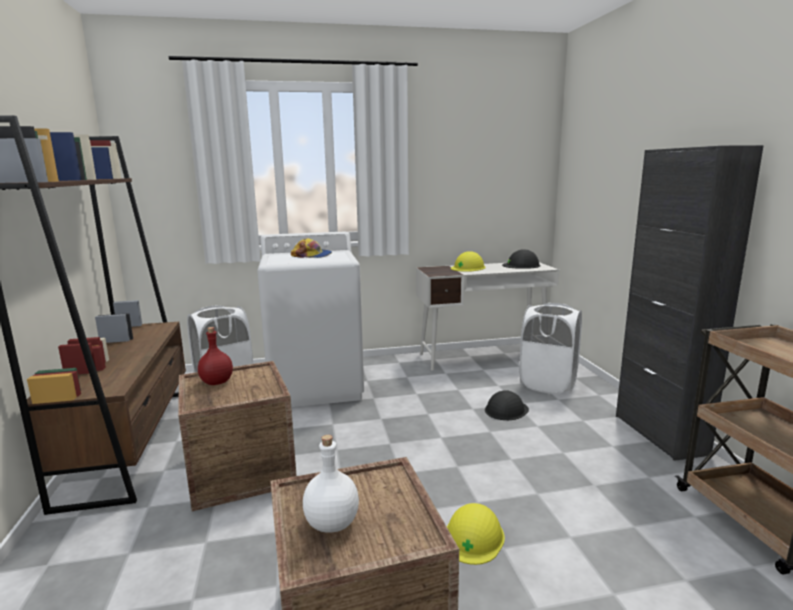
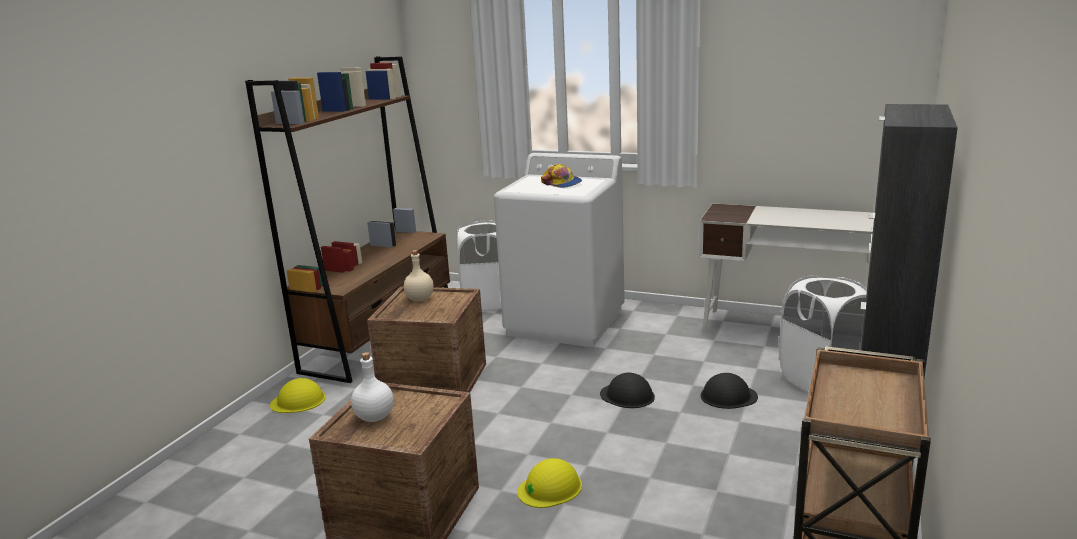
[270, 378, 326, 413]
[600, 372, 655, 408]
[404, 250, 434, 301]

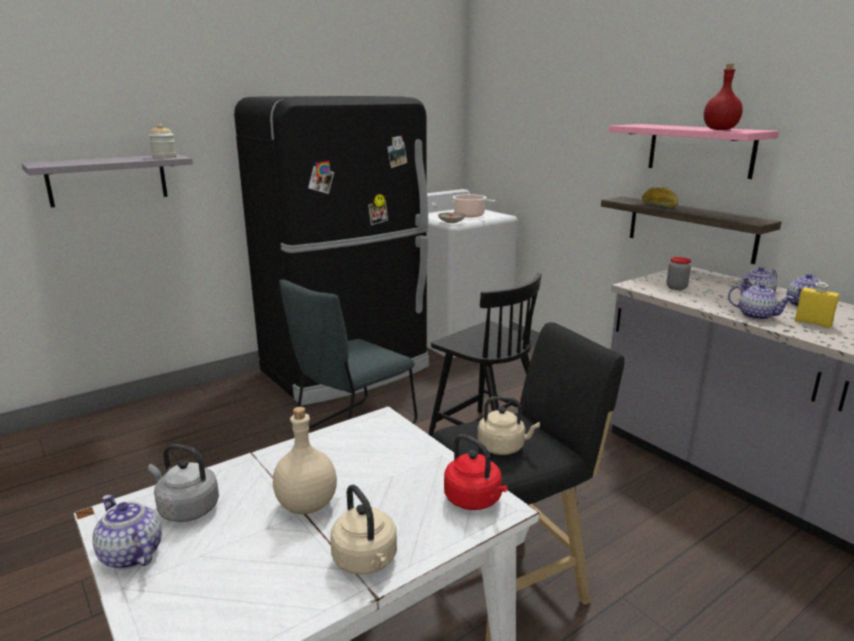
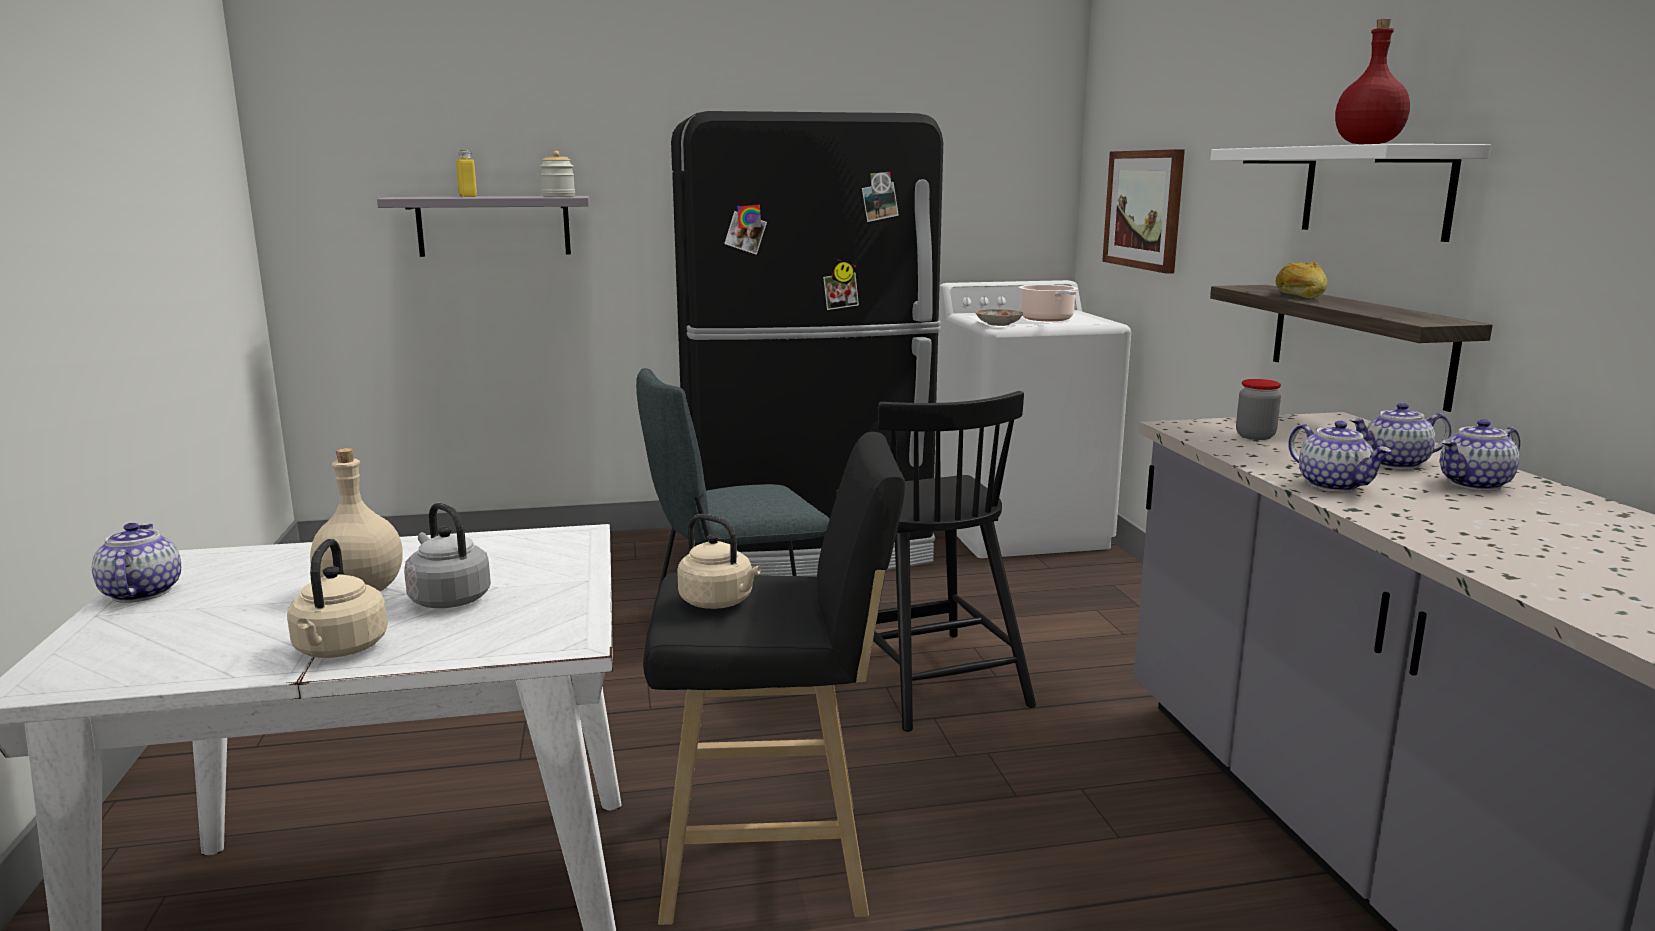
[444, 434, 508, 510] (first image)
[1102, 149, 1185, 274]
[404, 503, 491, 608]
[456, 150, 477, 197]
[1210, 144, 1491, 242]

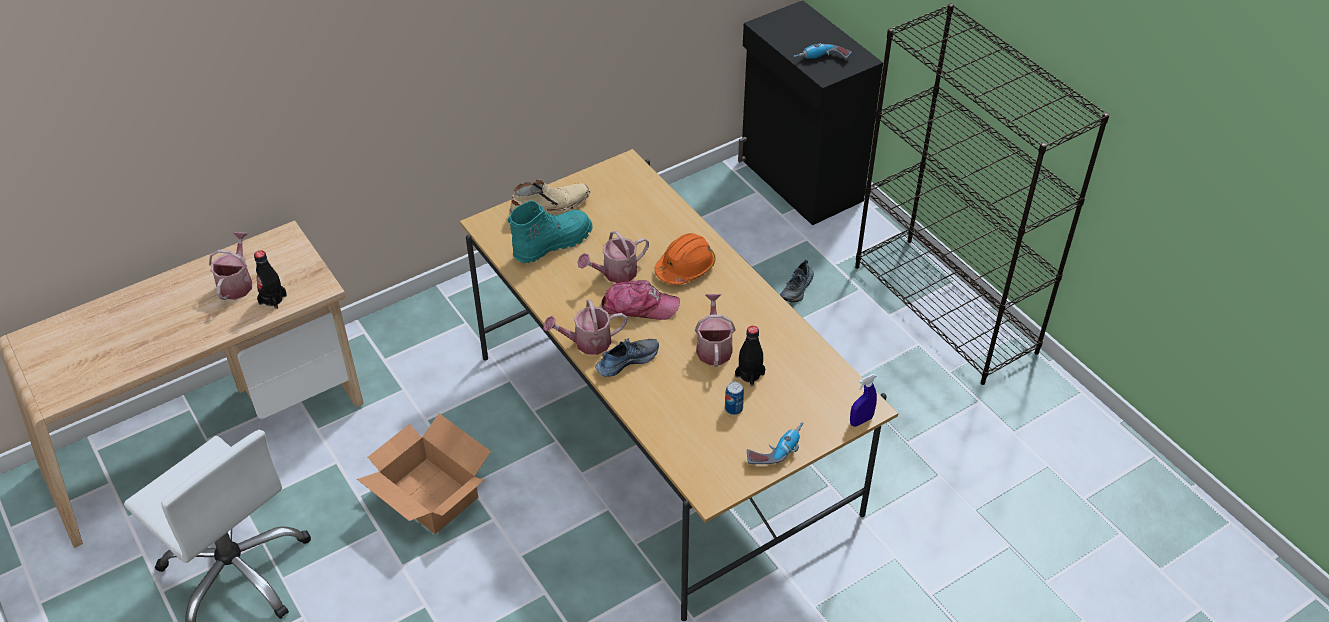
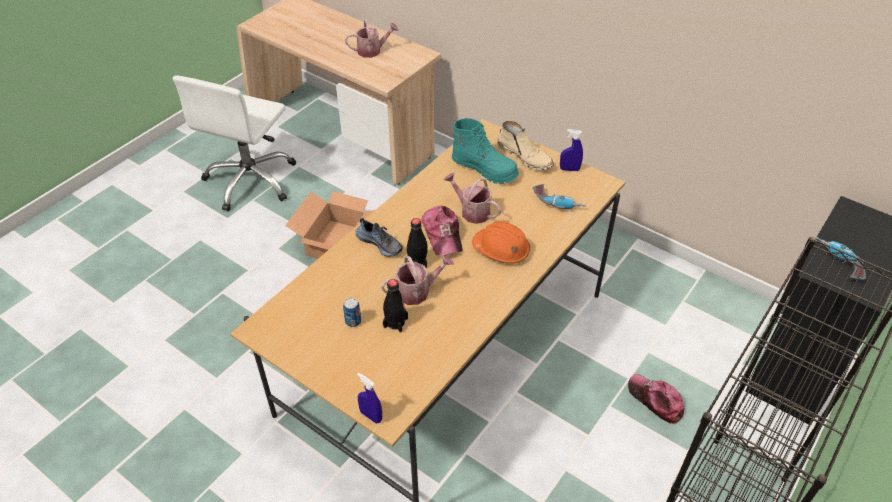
[543, 299, 627, 355] (first image)
[560, 129, 583, 171]
[407, 218, 428, 268]
[533, 184, 586, 209]
[628, 374, 685, 424]

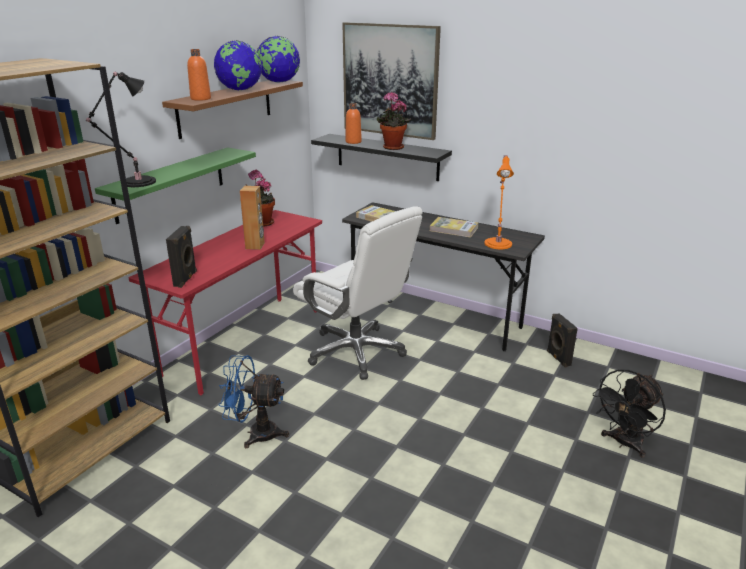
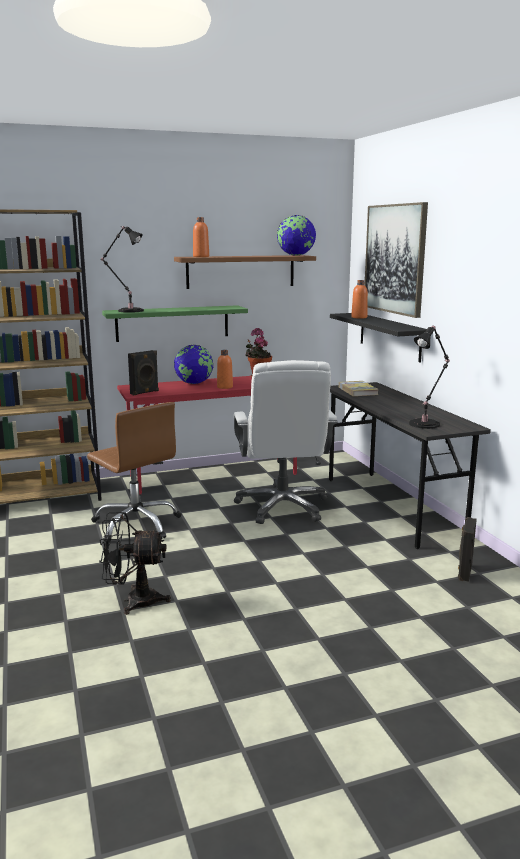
[377, 92, 411, 150] (first image)
[430, 217, 478, 237] (first image)
[174, 345, 213, 384]
[99, 512, 171, 615]
[87, 402, 182, 543]
[217, 350, 233, 389]
[409, 326, 450, 429]

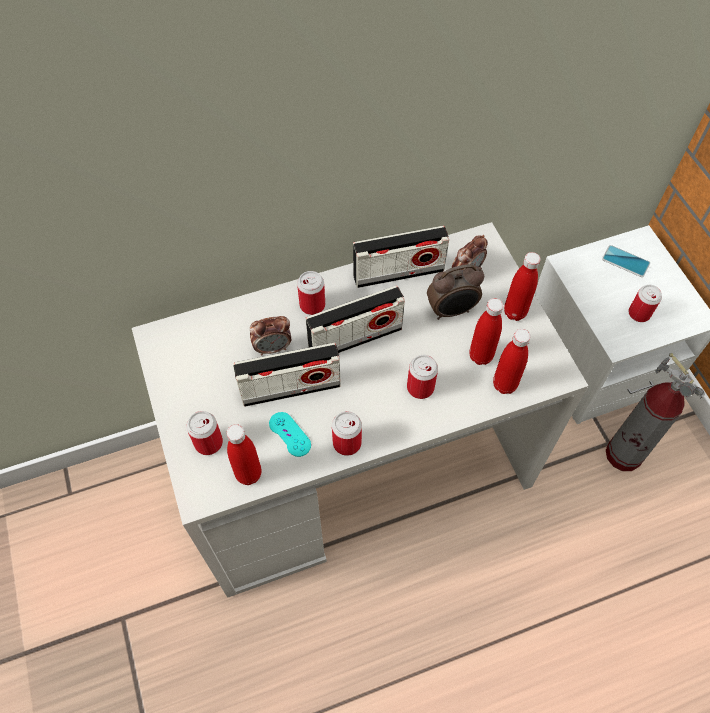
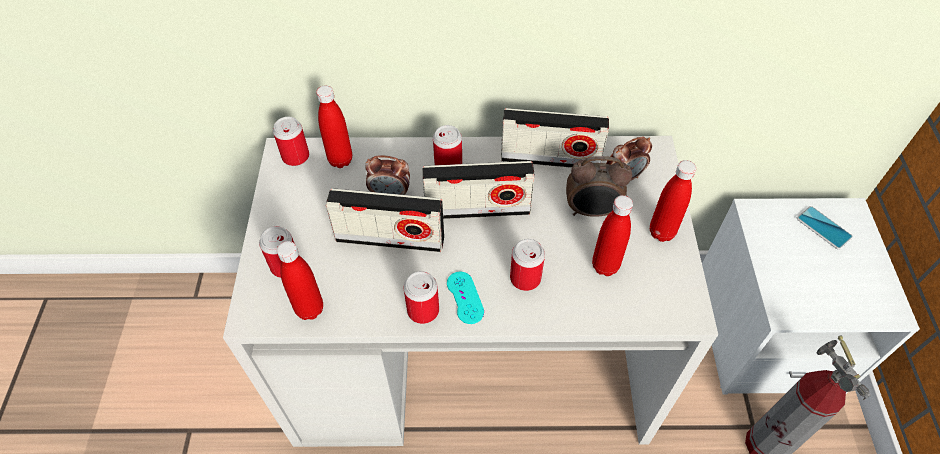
[447, 272, 484, 324]
[316, 85, 352, 168]
[273, 117, 309, 166]

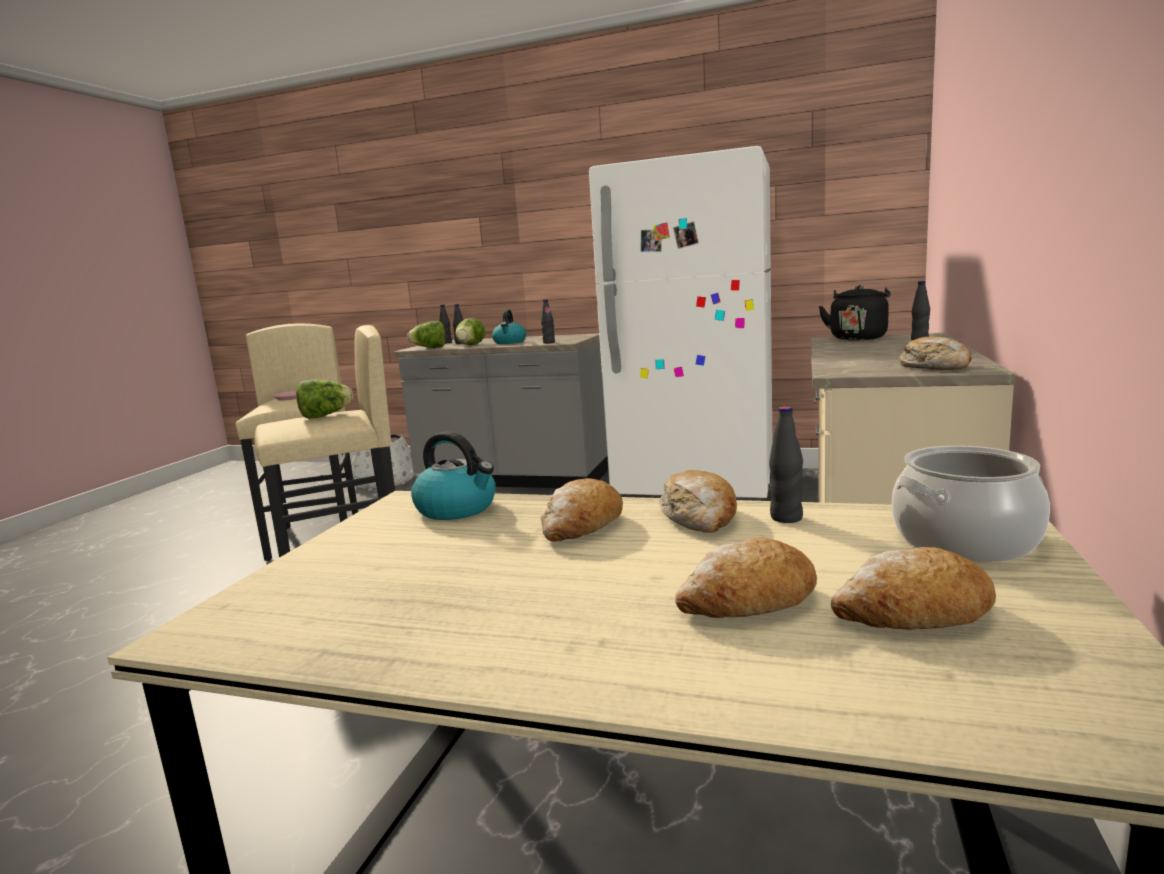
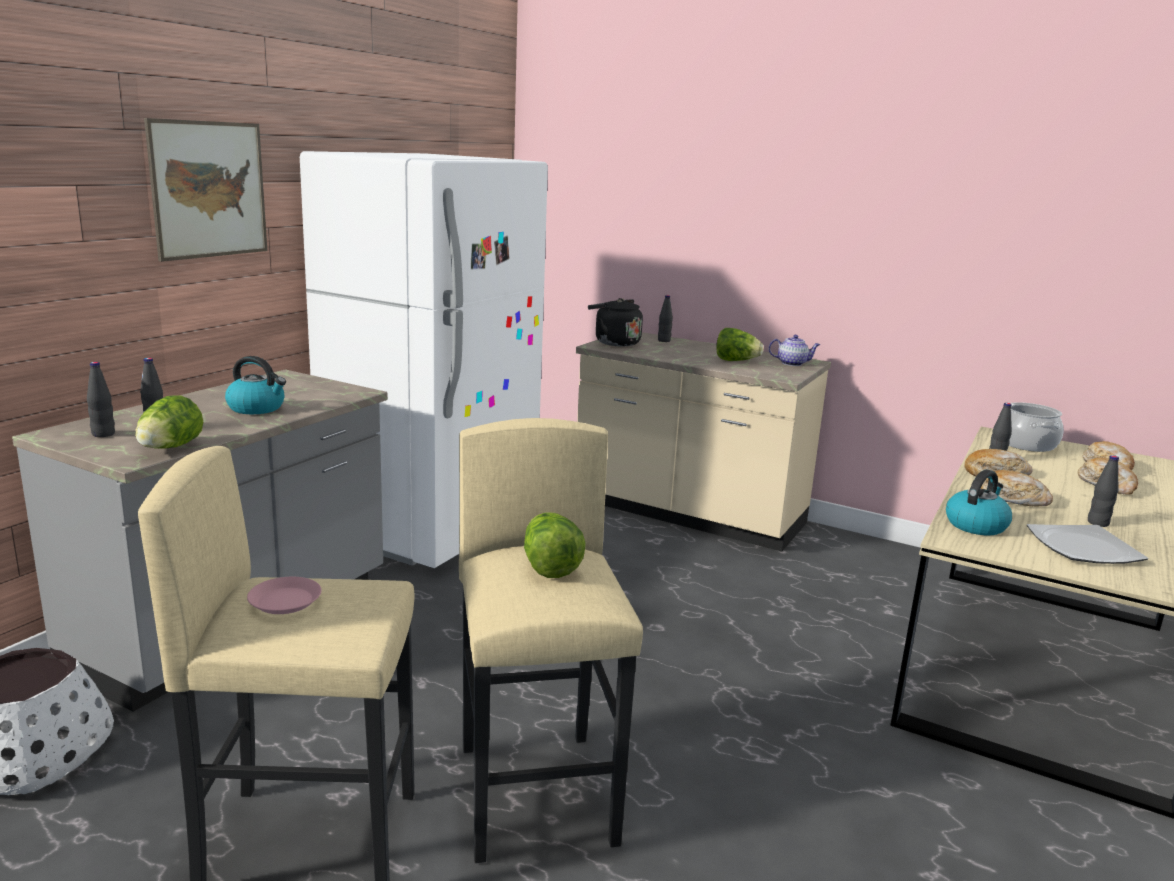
[144, 118, 267, 262]
[1027, 524, 1148, 564]
[716, 328, 764, 361]
[1088, 455, 1119, 527]
[768, 335, 820, 366]

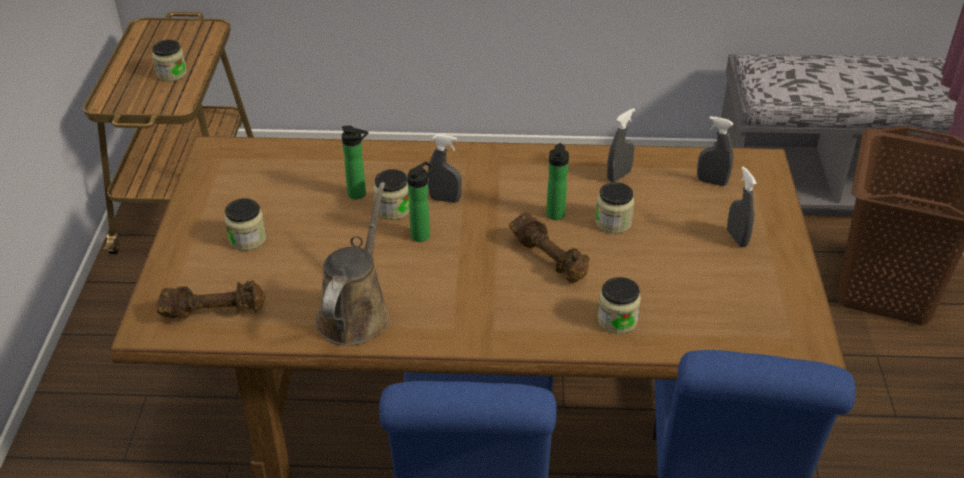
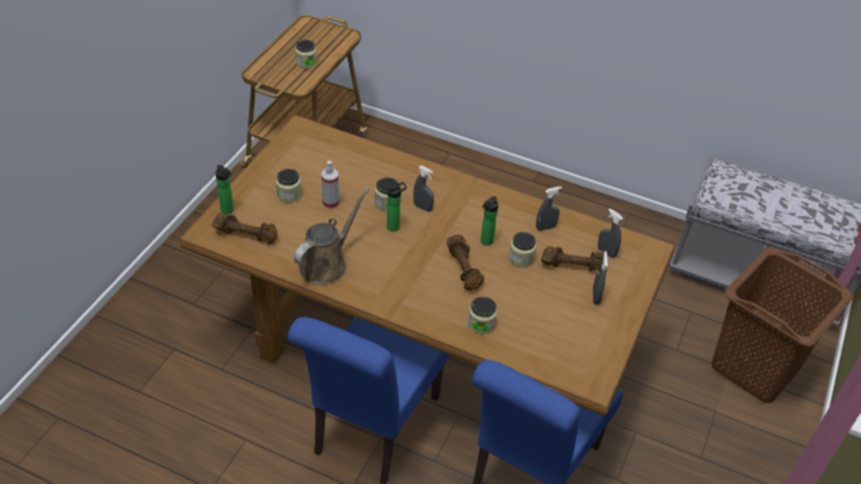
[321, 161, 339, 209]
[541, 246, 604, 272]
[215, 165, 234, 214]

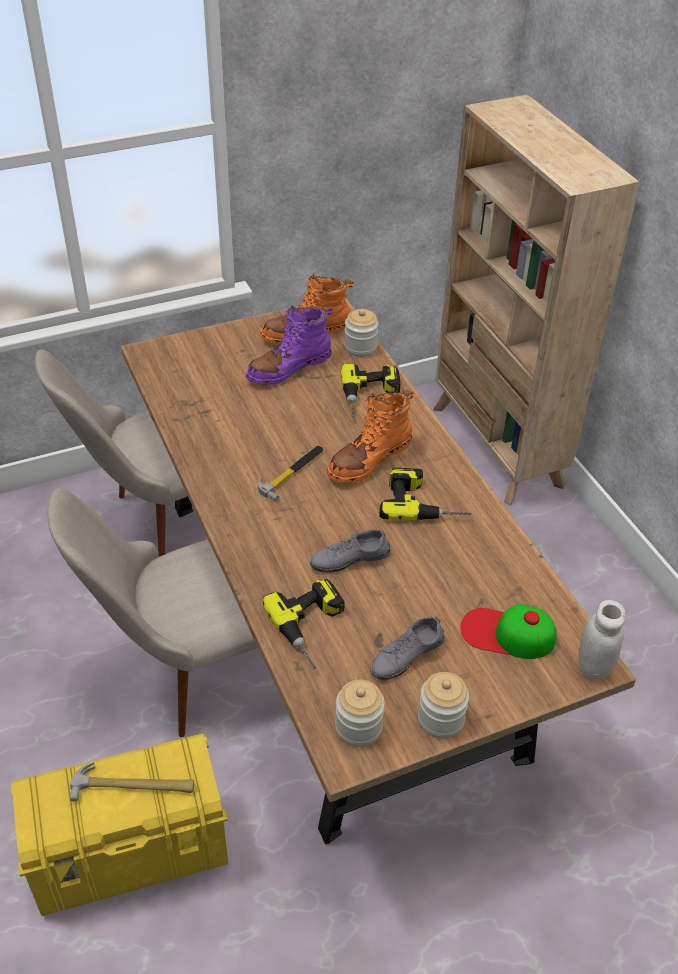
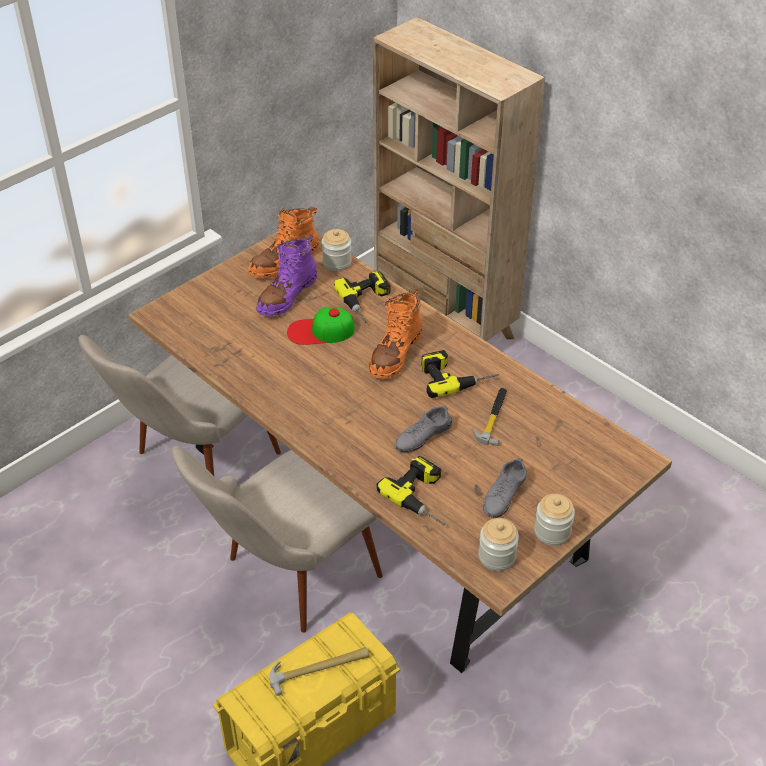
[579, 600, 625, 680] (first image)
[472, 388, 507, 446]
[287, 307, 355, 345]

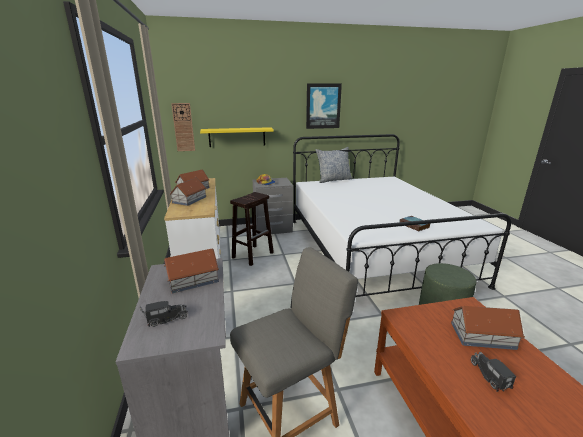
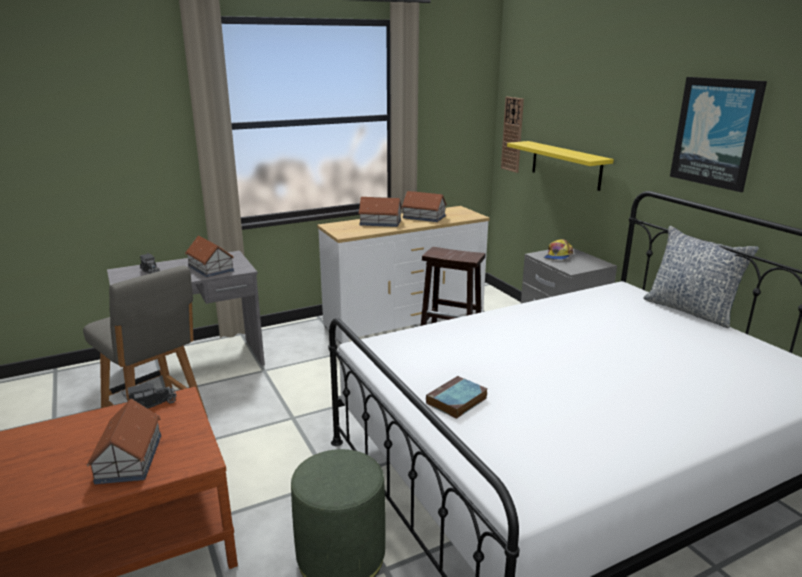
[121, 383, 176, 409]

